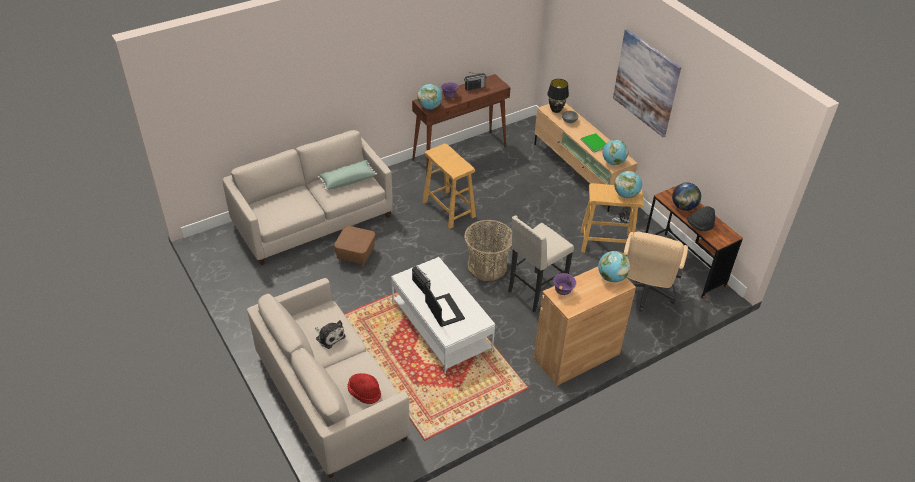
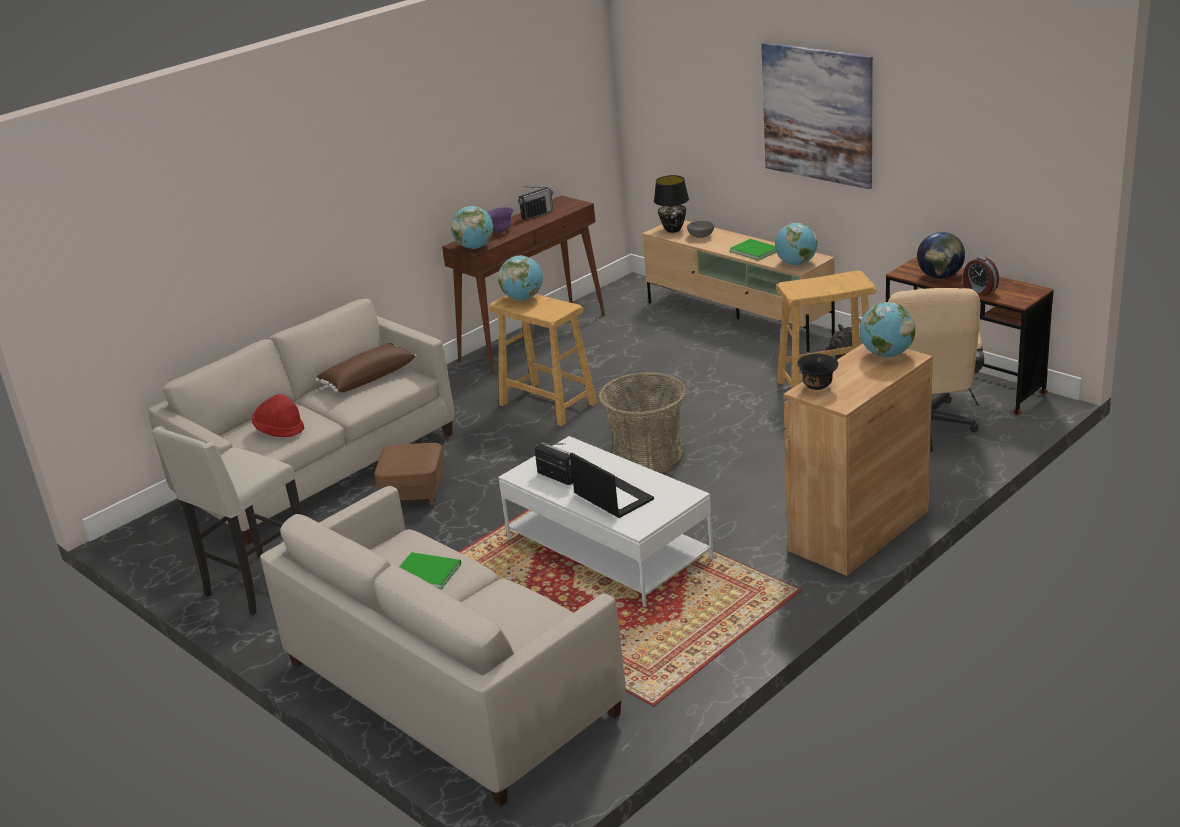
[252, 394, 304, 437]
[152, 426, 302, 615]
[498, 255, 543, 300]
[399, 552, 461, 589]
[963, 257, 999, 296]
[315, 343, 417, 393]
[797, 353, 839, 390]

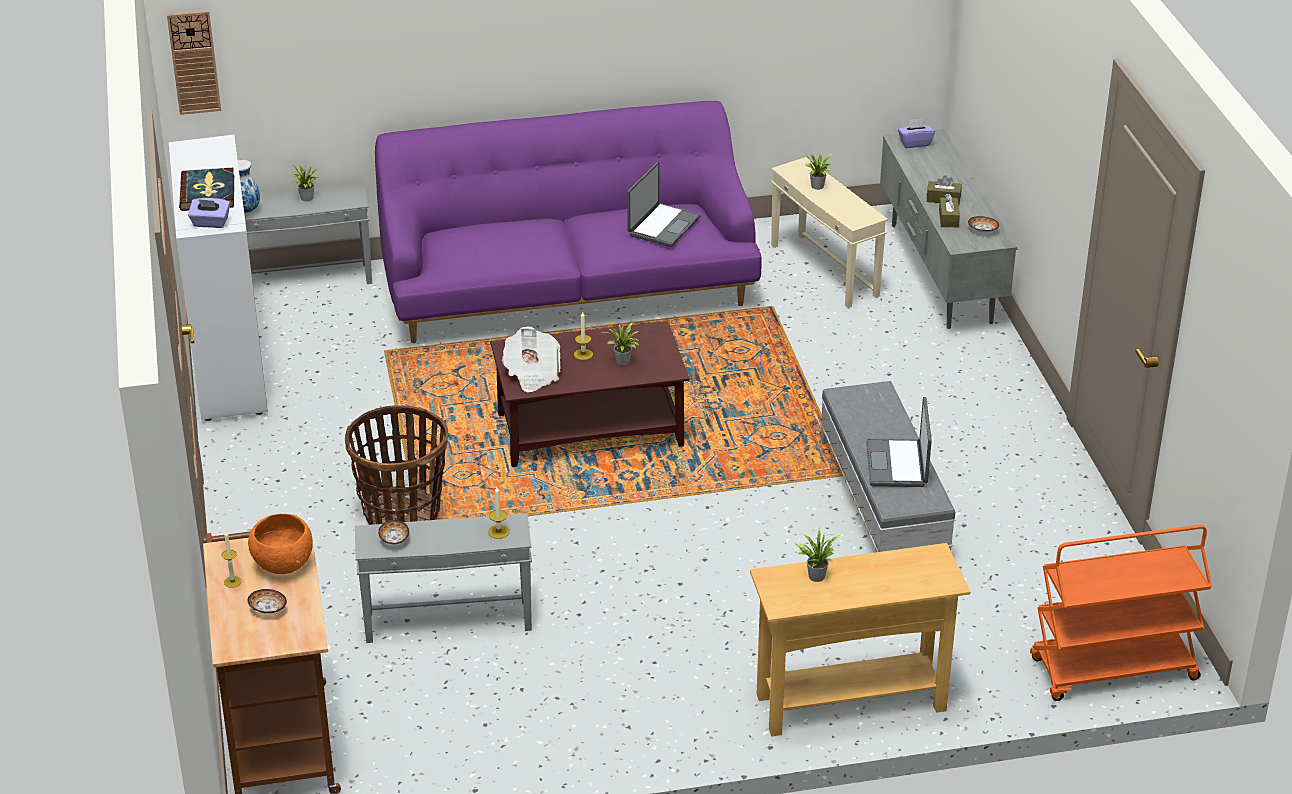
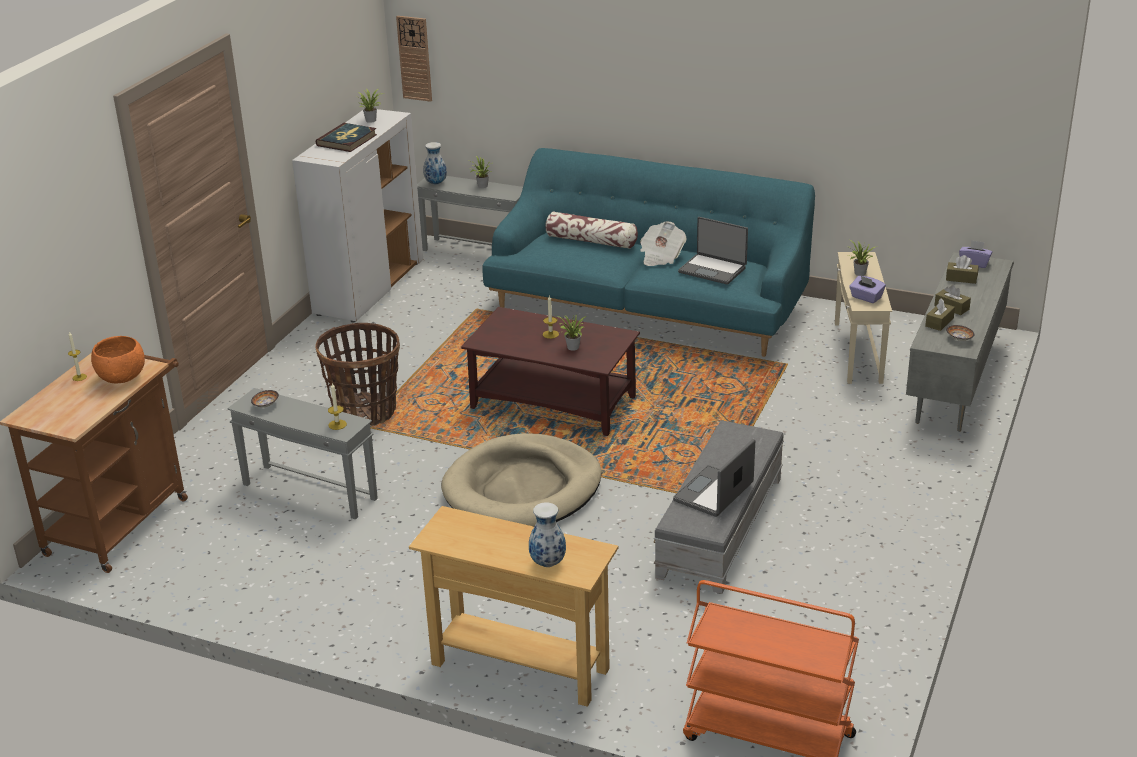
[248, 589, 287, 614] (first image)
[441, 433, 602, 527]
[529, 502, 566, 567]
[546, 211, 638, 249]
[946, 255, 979, 284]
[849, 276, 886, 303]
[640, 221, 687, 266]
[359, 89, 381, 123]
[482, 148, 815, 357]
[678, 217, 748, 285]

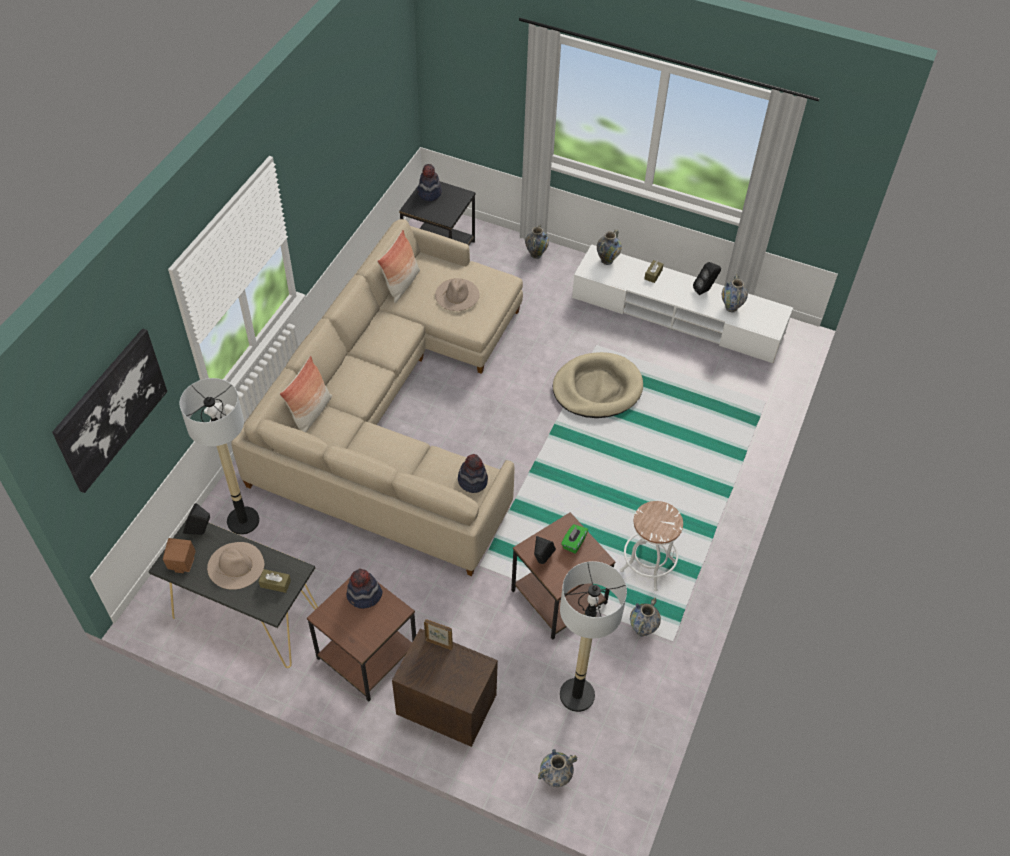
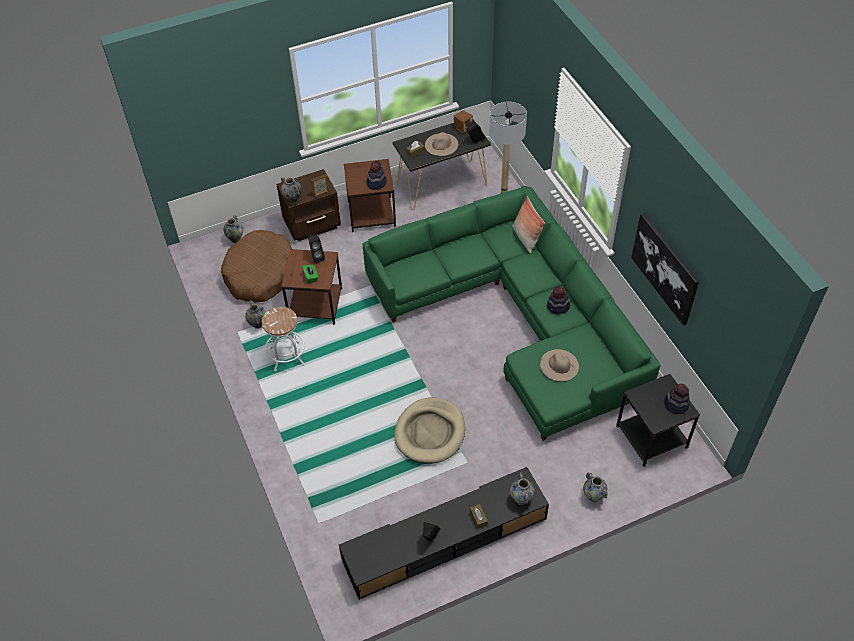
[377, 230, 420, 303] (first image)
[631, 213, 699, 326]
[547, 286, 570, 314]
[281, 176, 302, 204]
[221, 230, 292, 302]
[363, 186, 661, 441]
[339, 467, 549, 600]

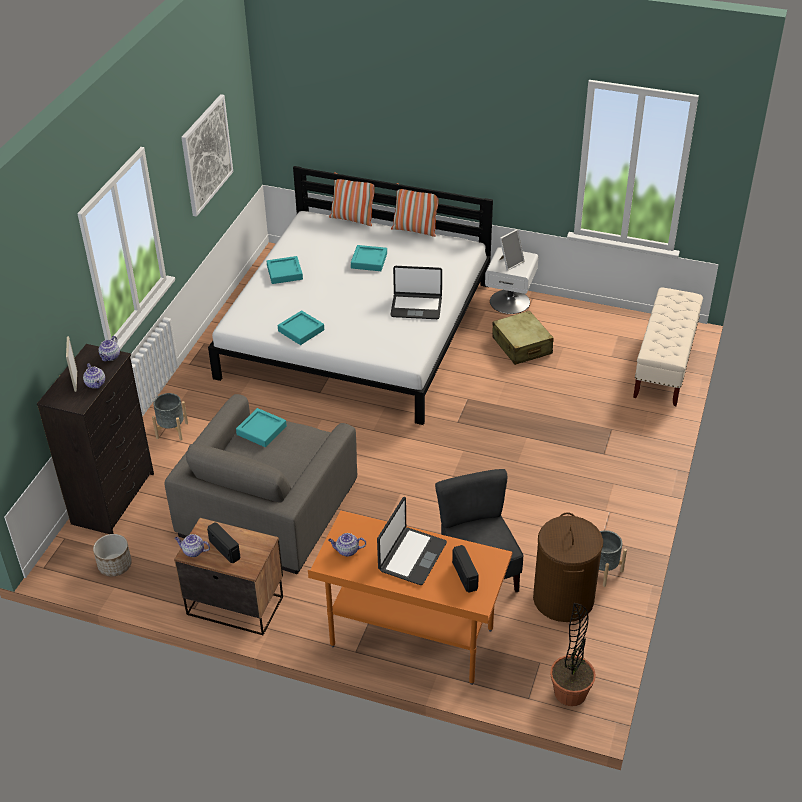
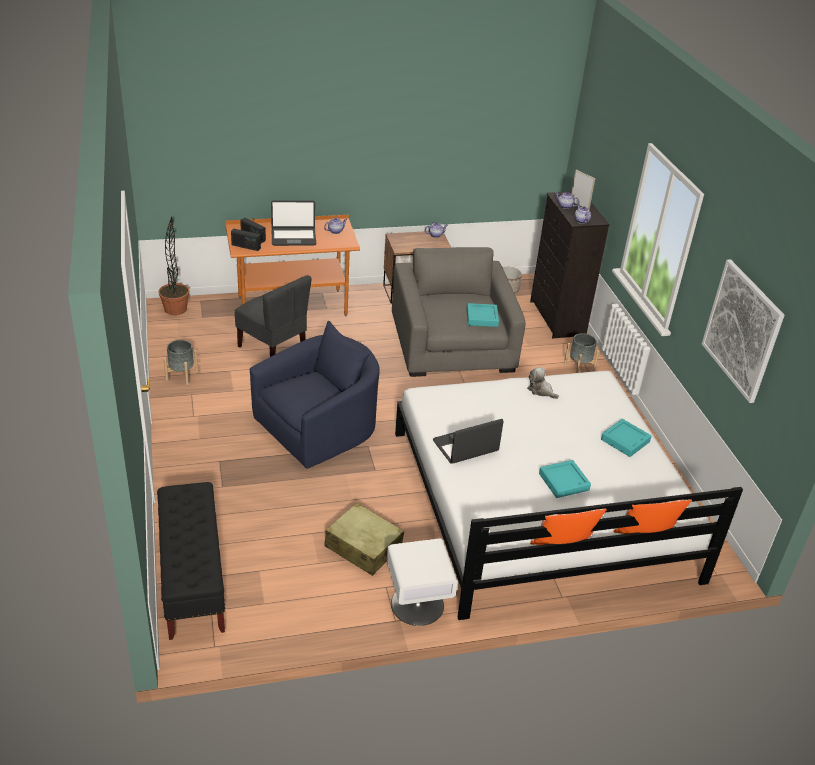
[499, 229, 525, 271] (first image)
[533, 512, 603, 622] (first image)
[250, 321, 380, 469]
[231, 229, 261, 251]
[527, 367, 559, 399]
[157, 482, 225, 640]
[271, 200, 316, 246]

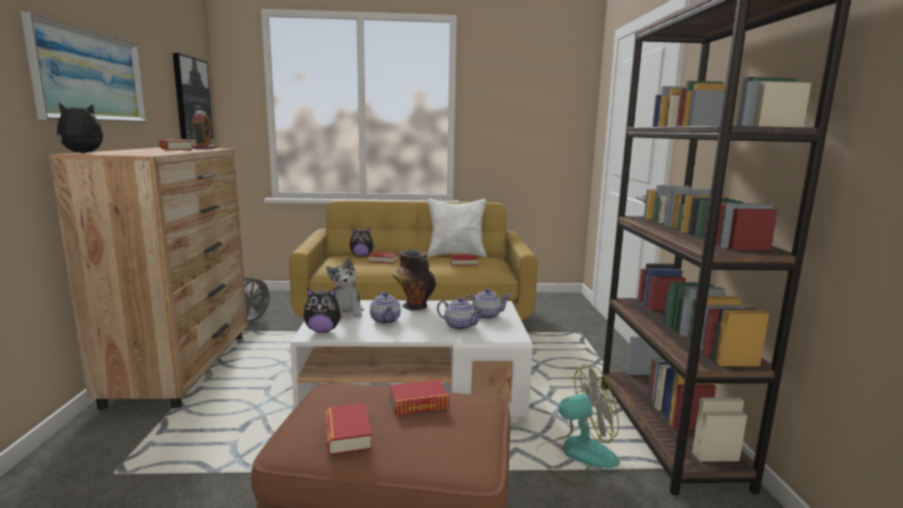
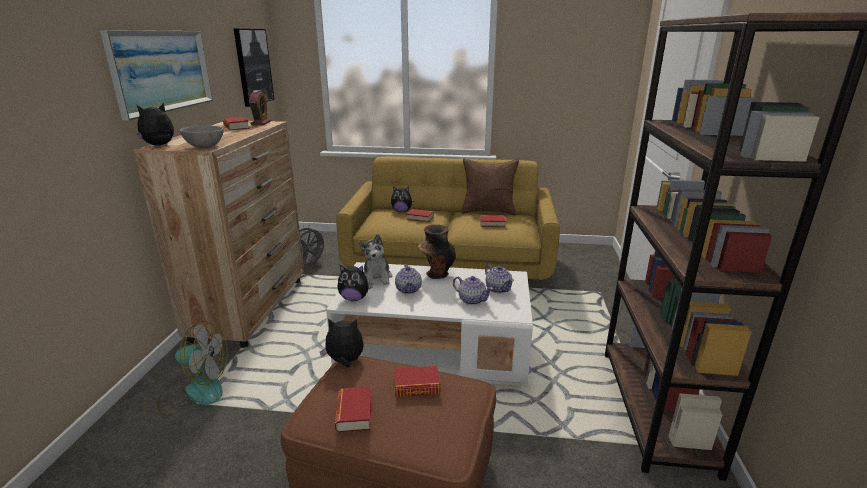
[180, 126, 224, 148]
[320, 318, 364, 368]
[157, 321, 228, 417]
[461, 159, 519, 216]
[485, 264, 514, 293]

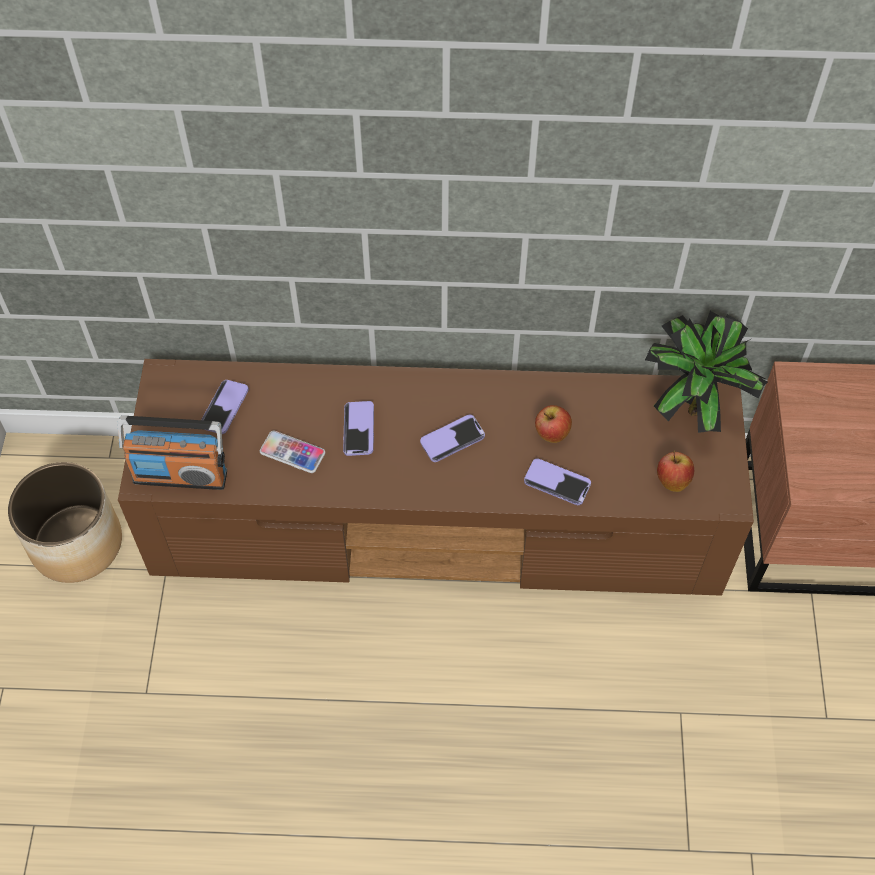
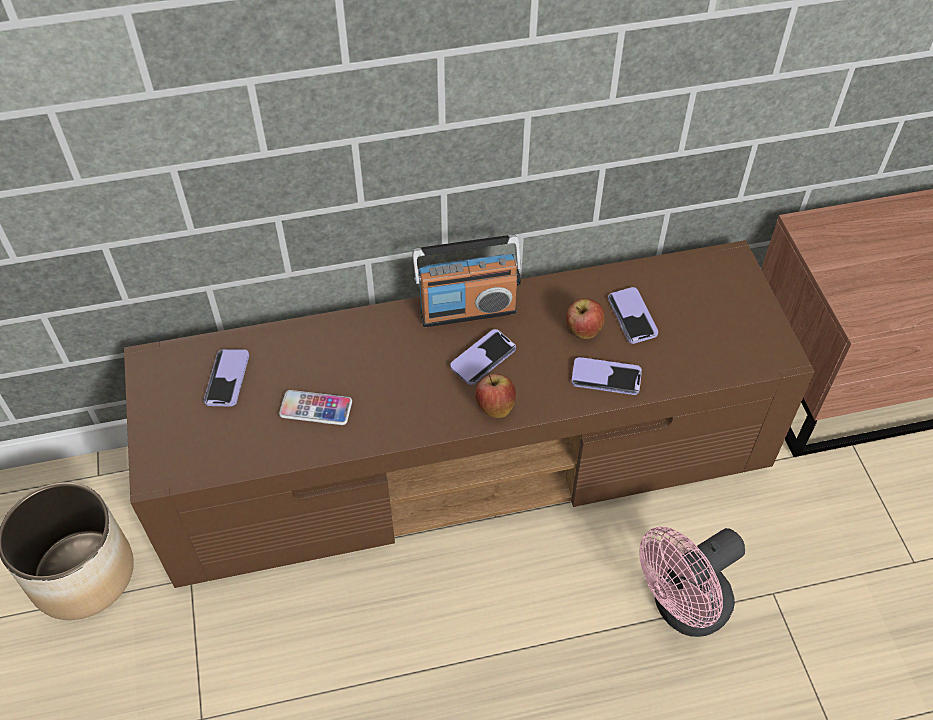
[645, 311, 768, 433] (first image)
[639, 527, 745, 637]
[412, 235, 521, 327]
[608, 287, 658, 344]
[475, 373, 516, 418]

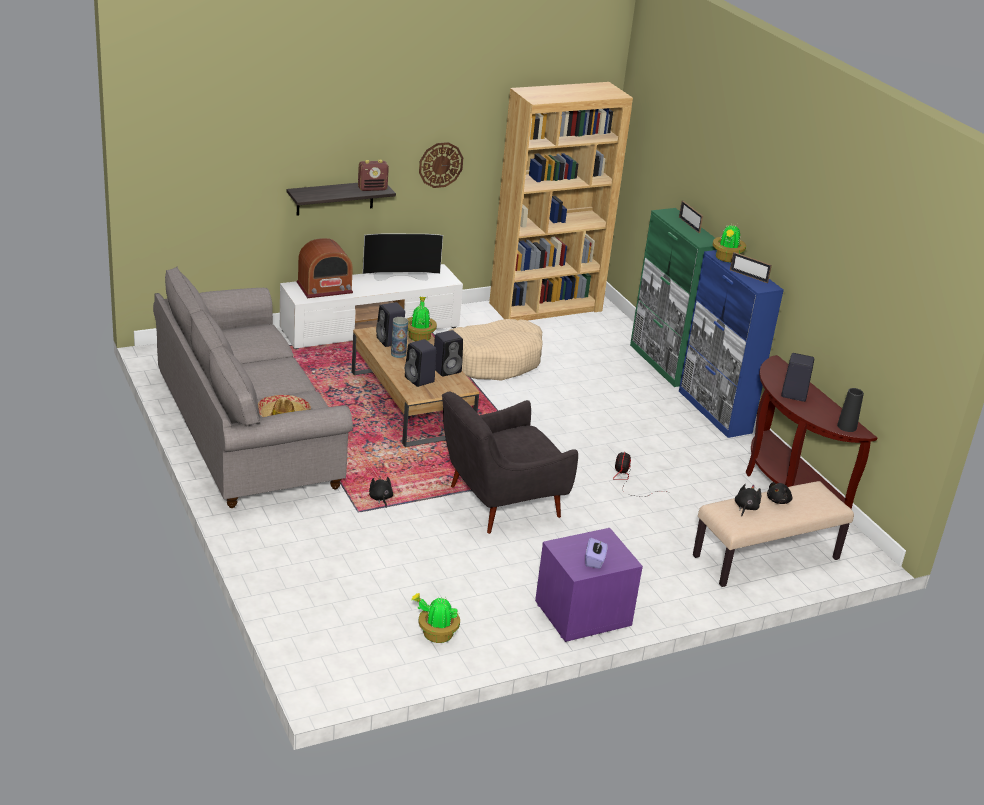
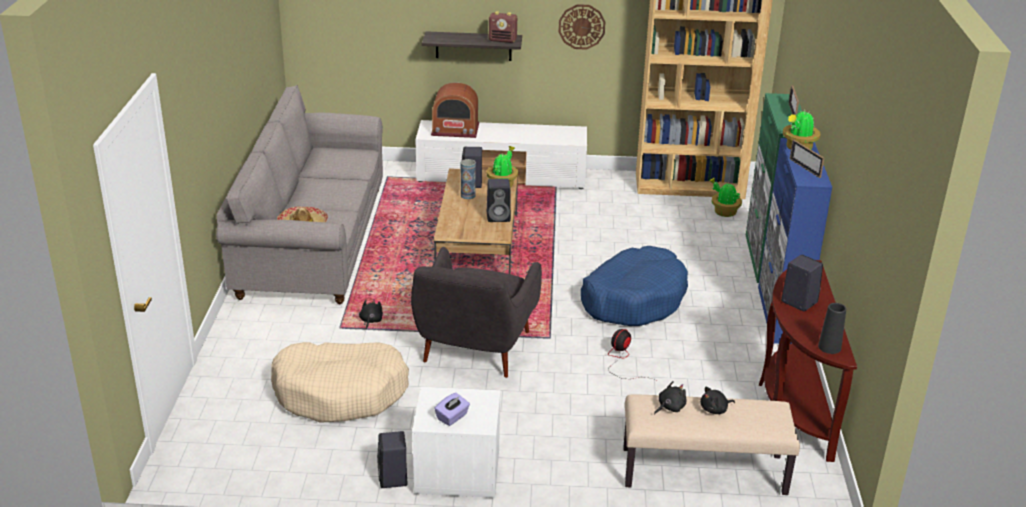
[363, 234, 443, 281] (first image)
[581, 246, 688, 326]
[377, 431, 408, 488]
[710, 178, 742, 217]
[271, 342, 409, 423]
[412, 387, 500, 498]
[411, 247, 542, 378]

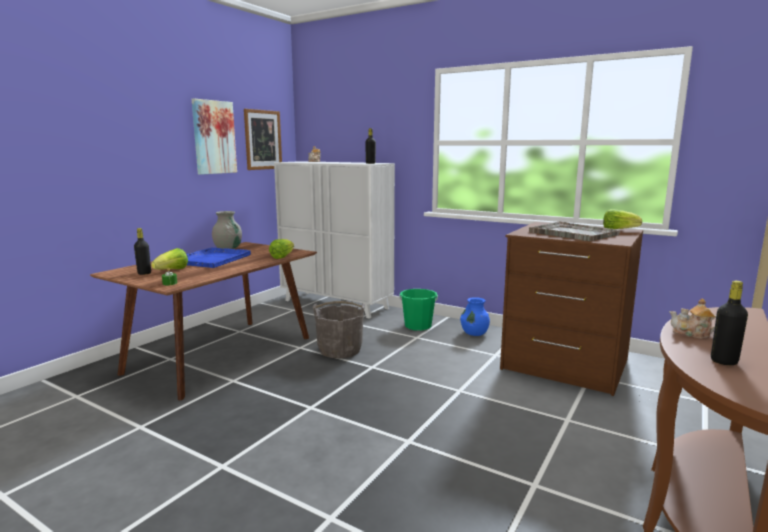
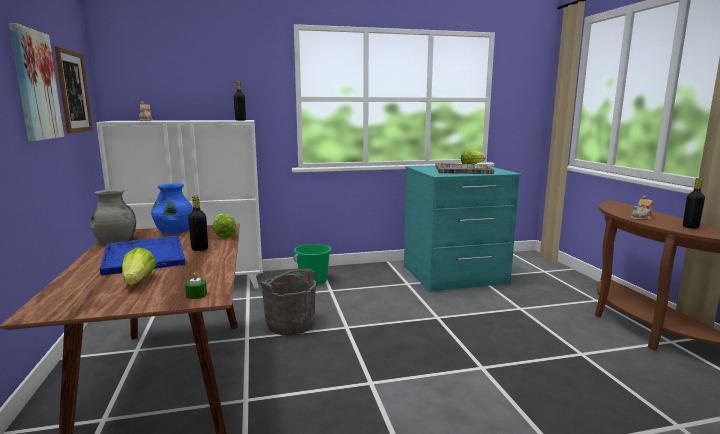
[188, 196, 208, 251]
[151, 183, 193, 234]
[404, 165, 521, 293]

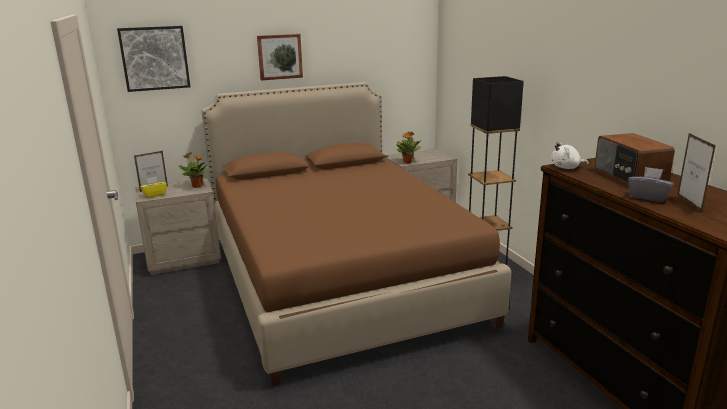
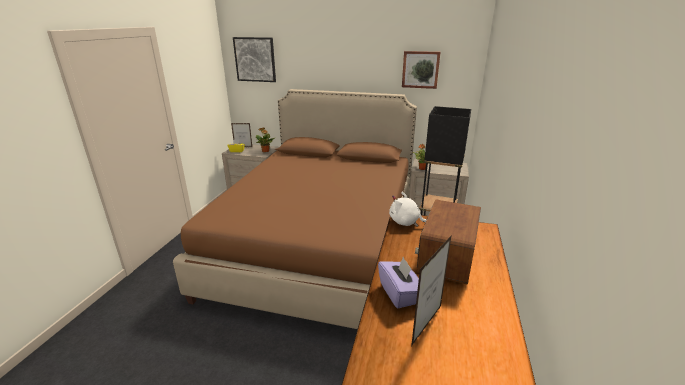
[402, 51, 440, 89]
[378, 257, 419, 308]

